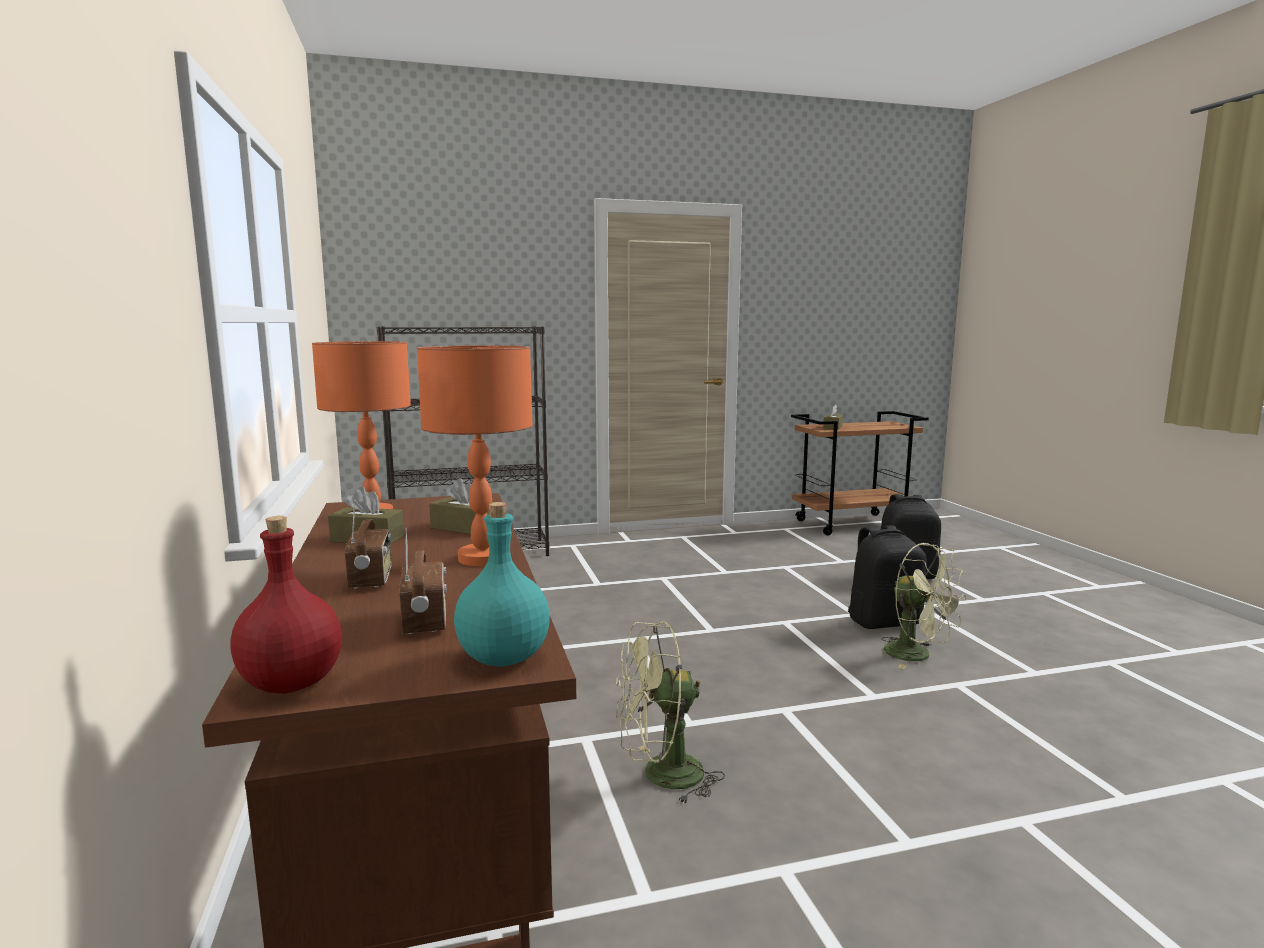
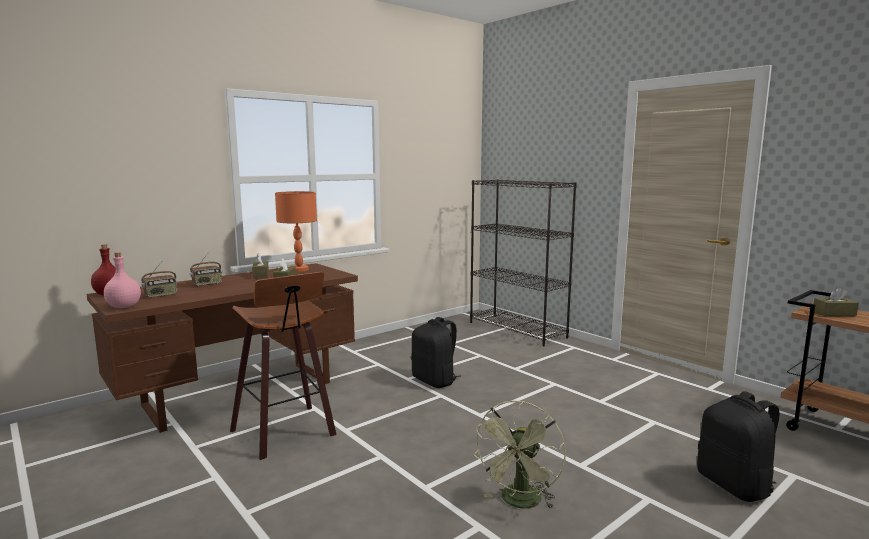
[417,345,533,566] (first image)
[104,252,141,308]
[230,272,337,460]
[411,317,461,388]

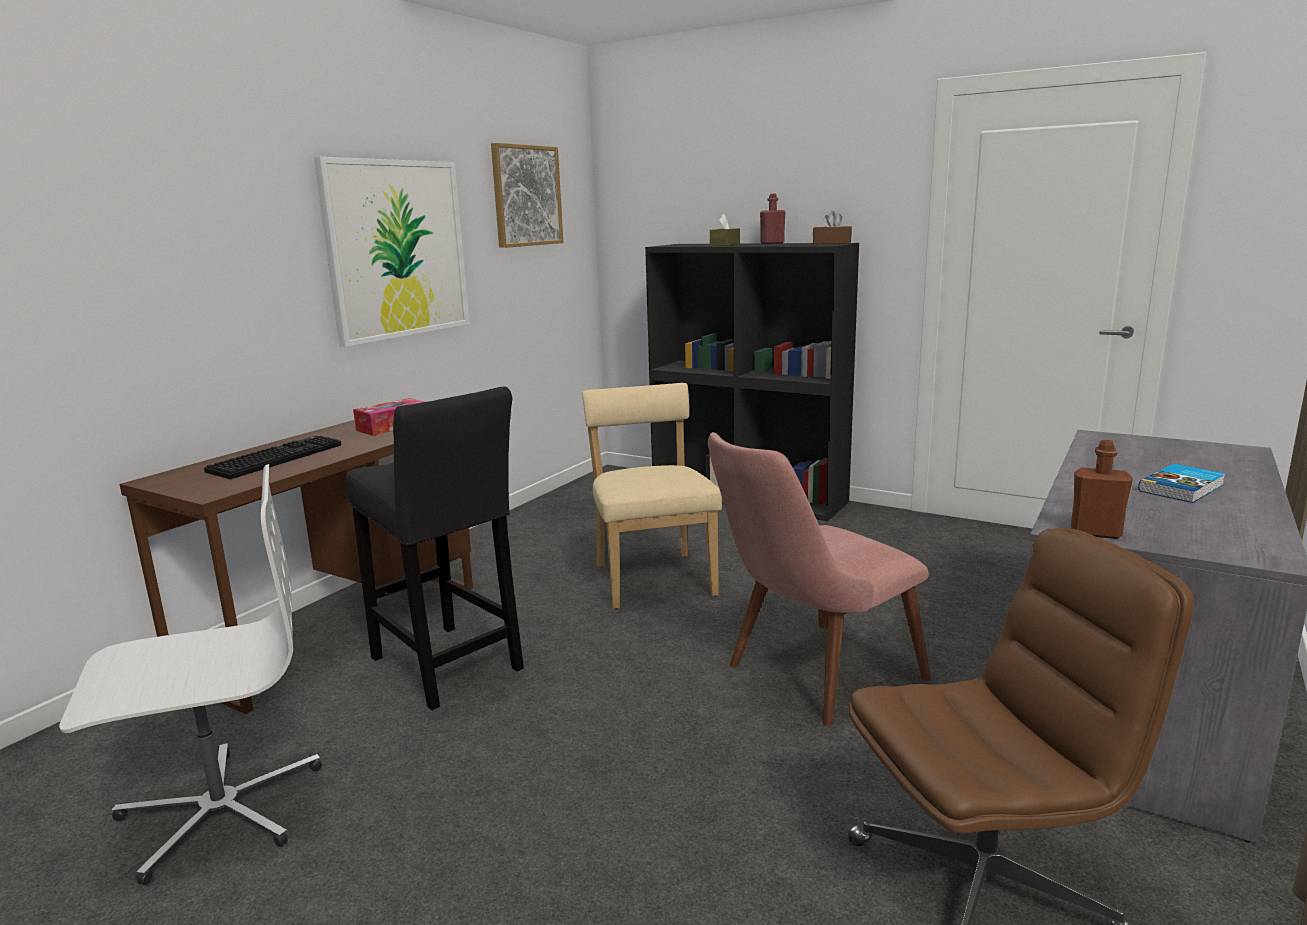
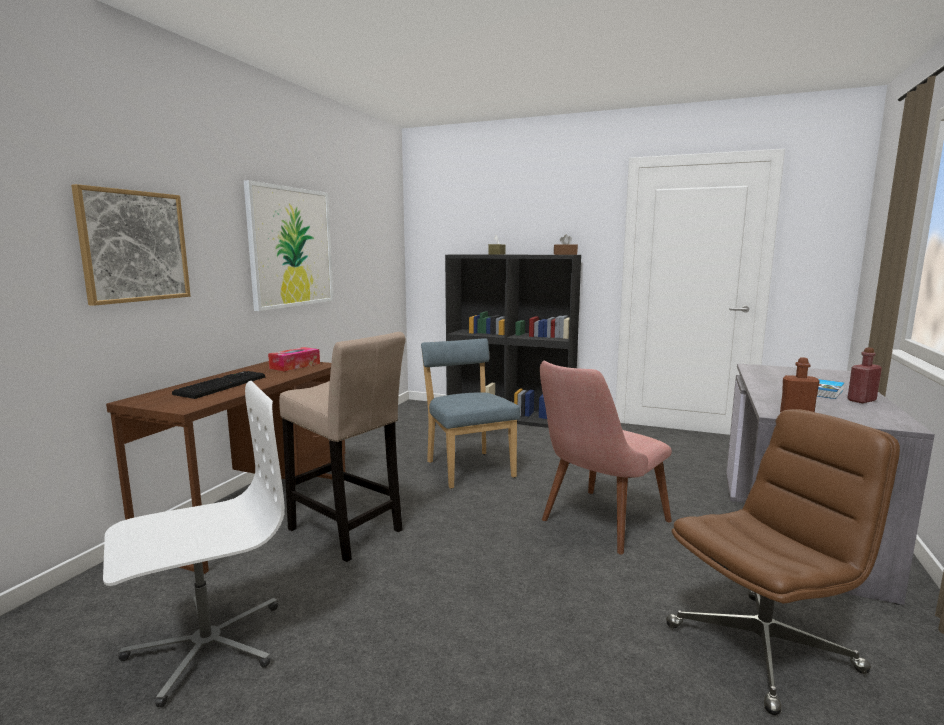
[279,332,406,562]
[71,184,191,306]
[421,338,520,489]
[848,347,882,403]

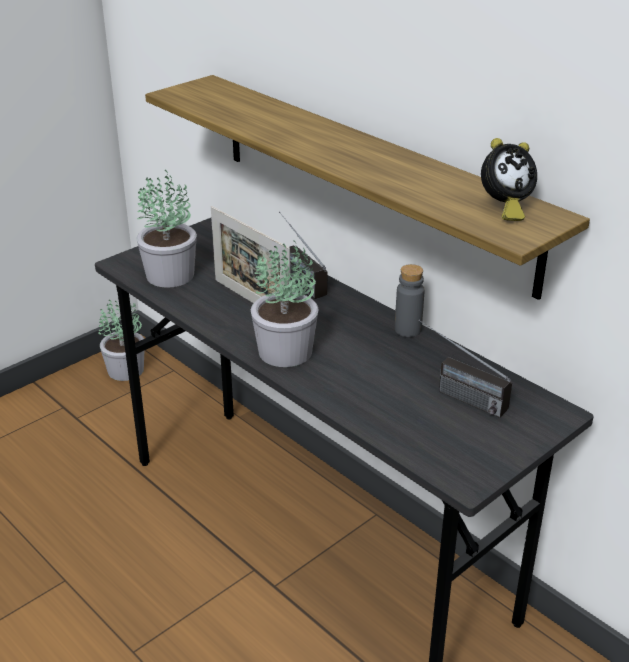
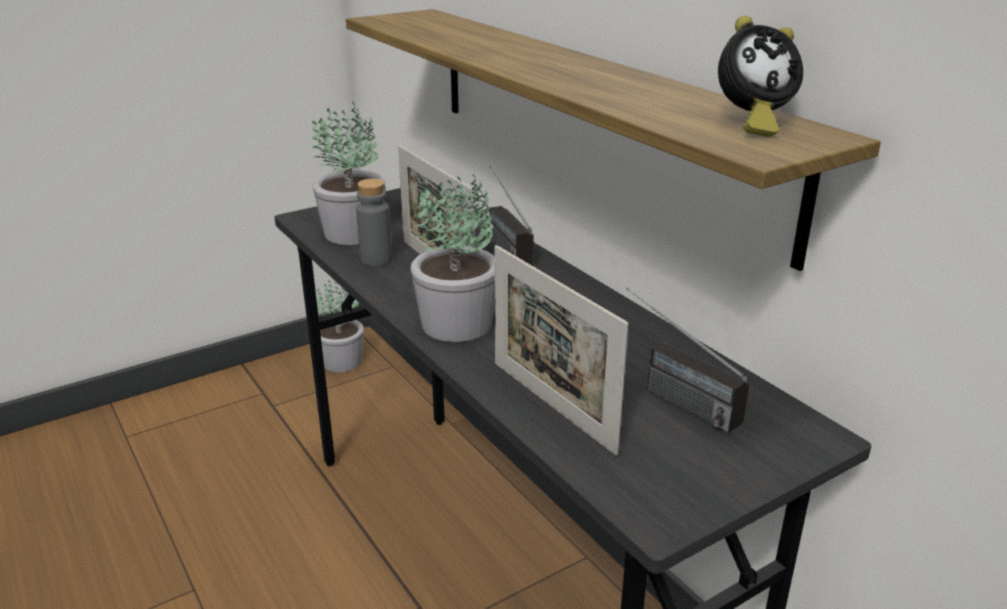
[356,179,392,266]
[494,245,628,455]

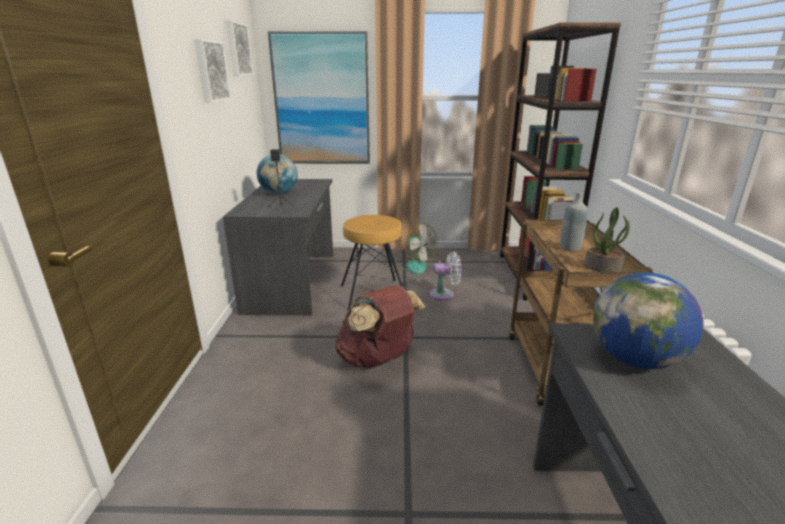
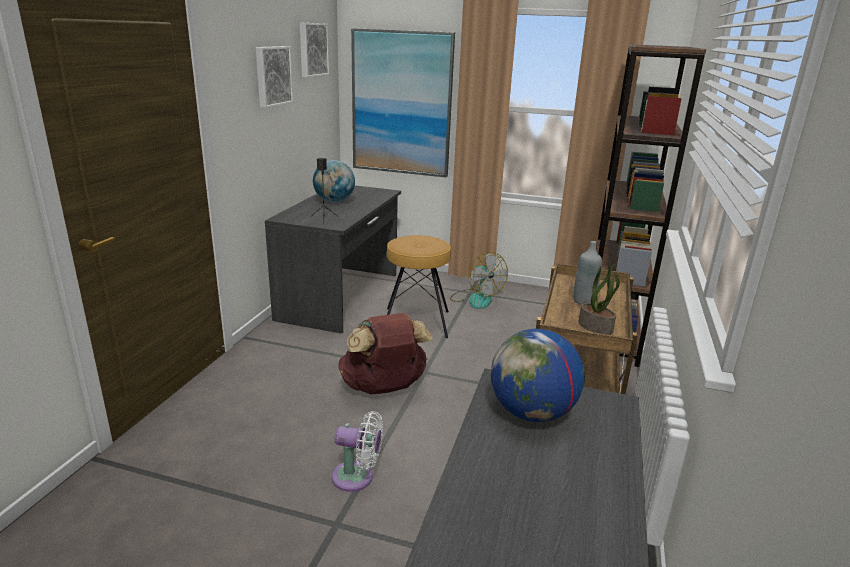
[332,411,383,492]

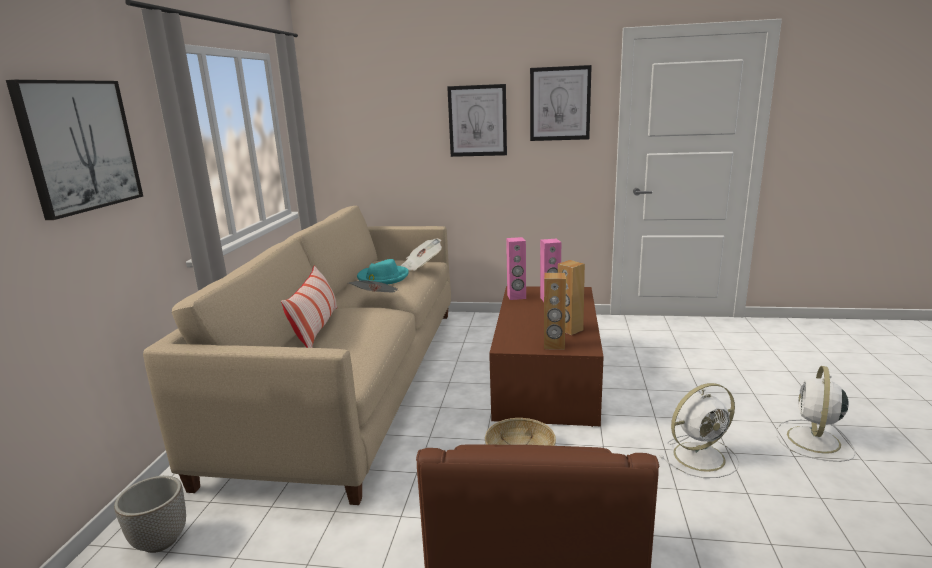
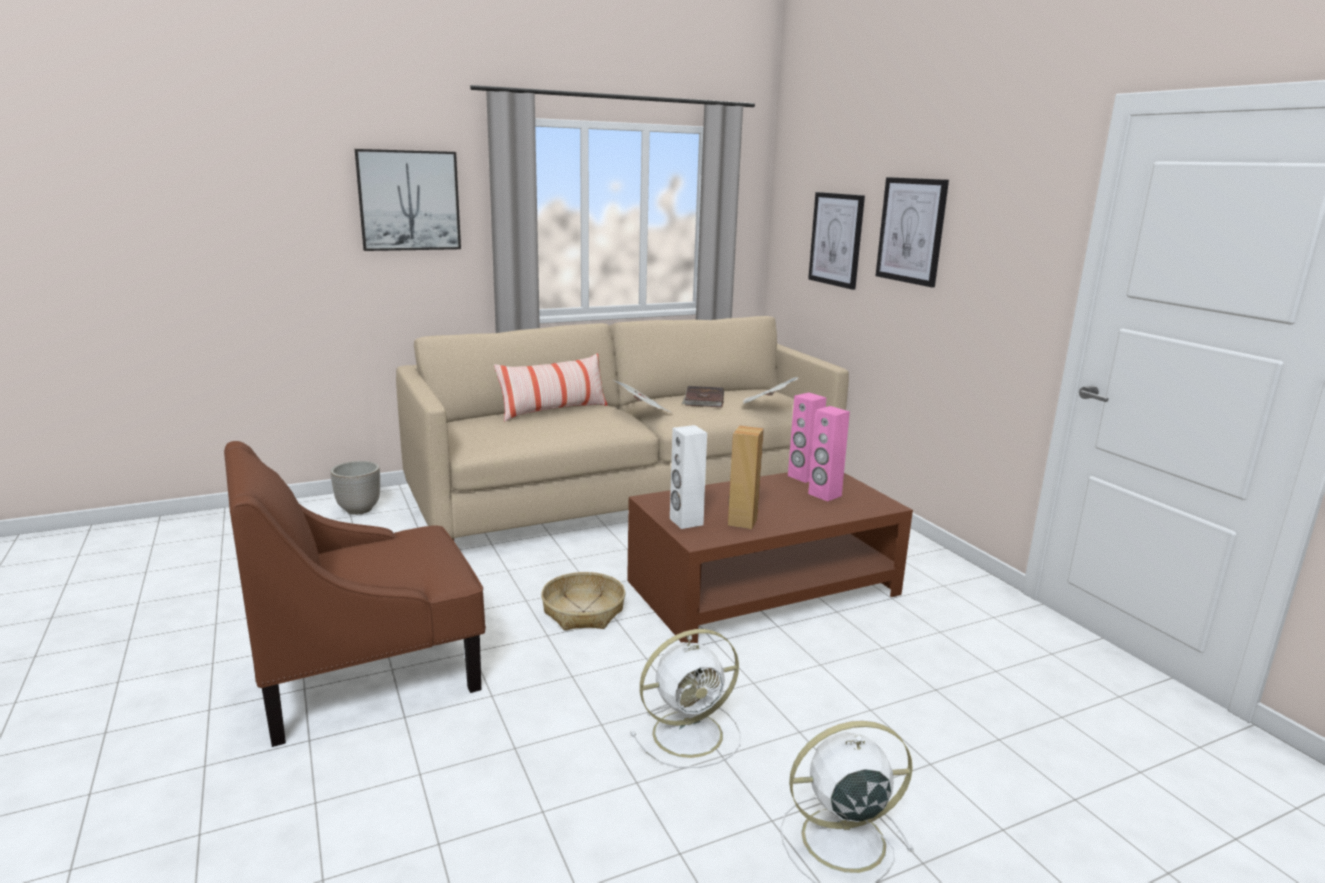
[682,386,724,407]
[808,192,865,290]
[670,425,707,529]
[630,629,741,768]

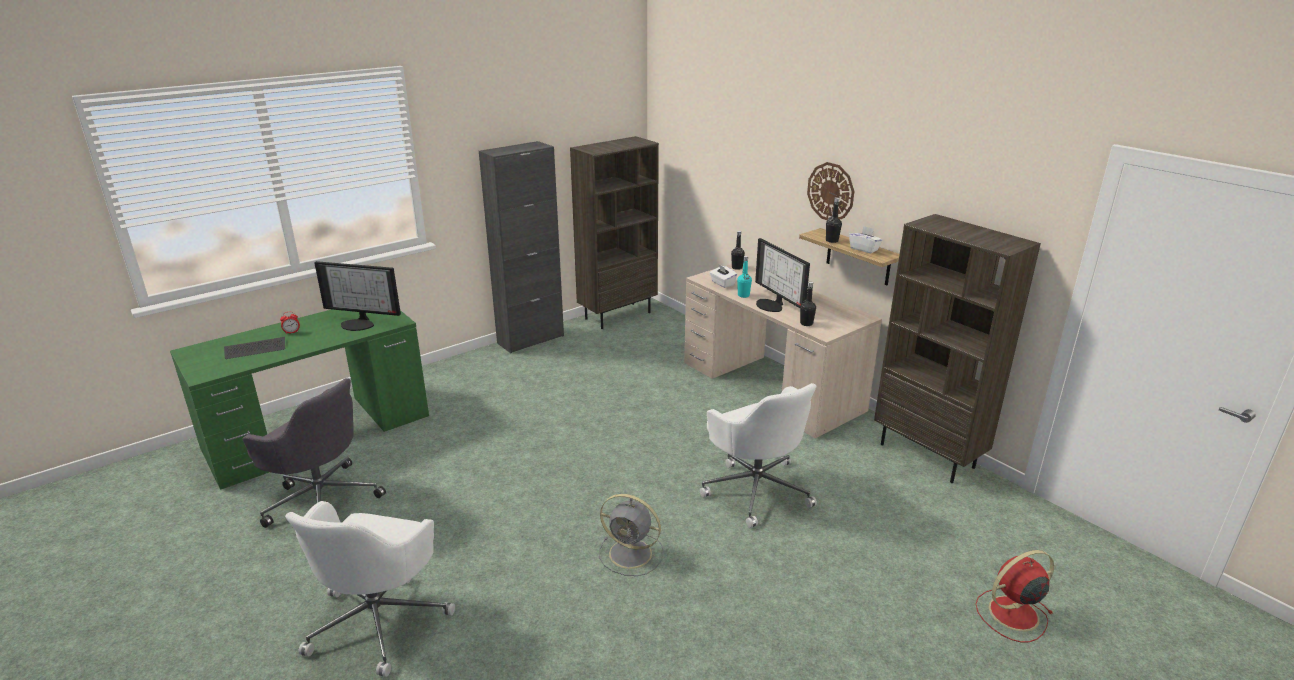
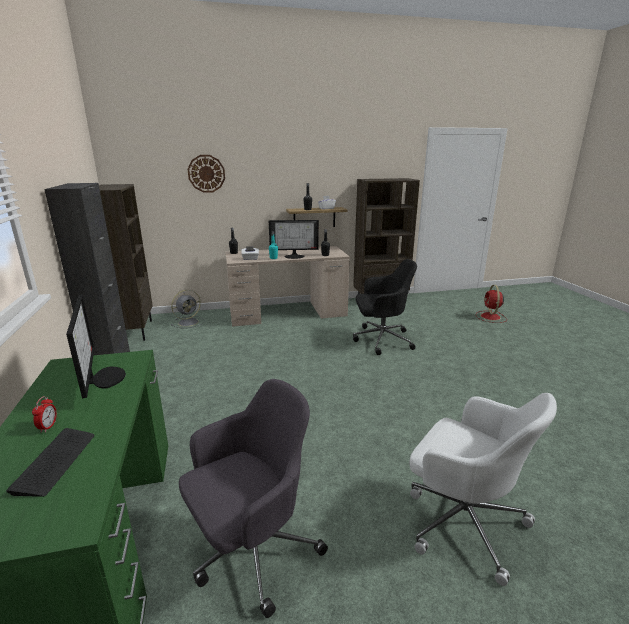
[66,295,126,398]
[171,290,204,328]
[353,259,417,355]
[188,155,225,193]

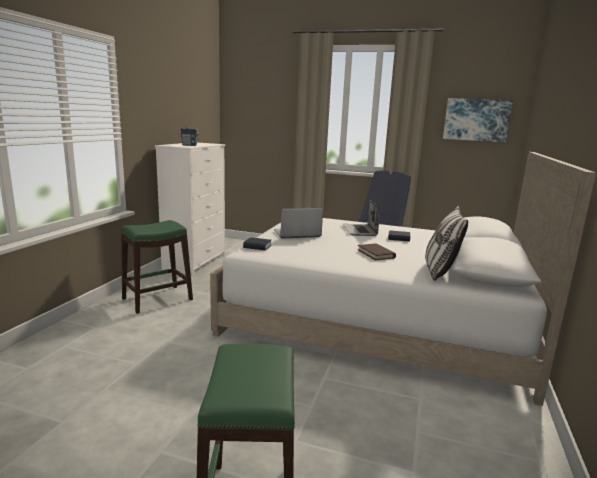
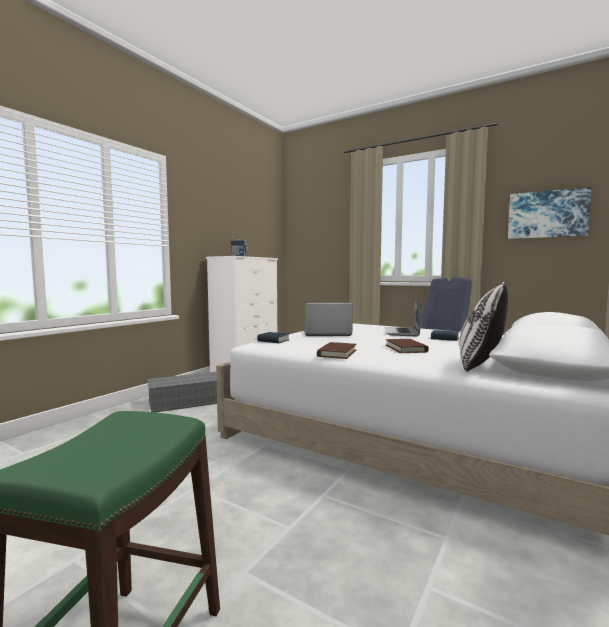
[148,372,217,413]
[317,342,357,359]

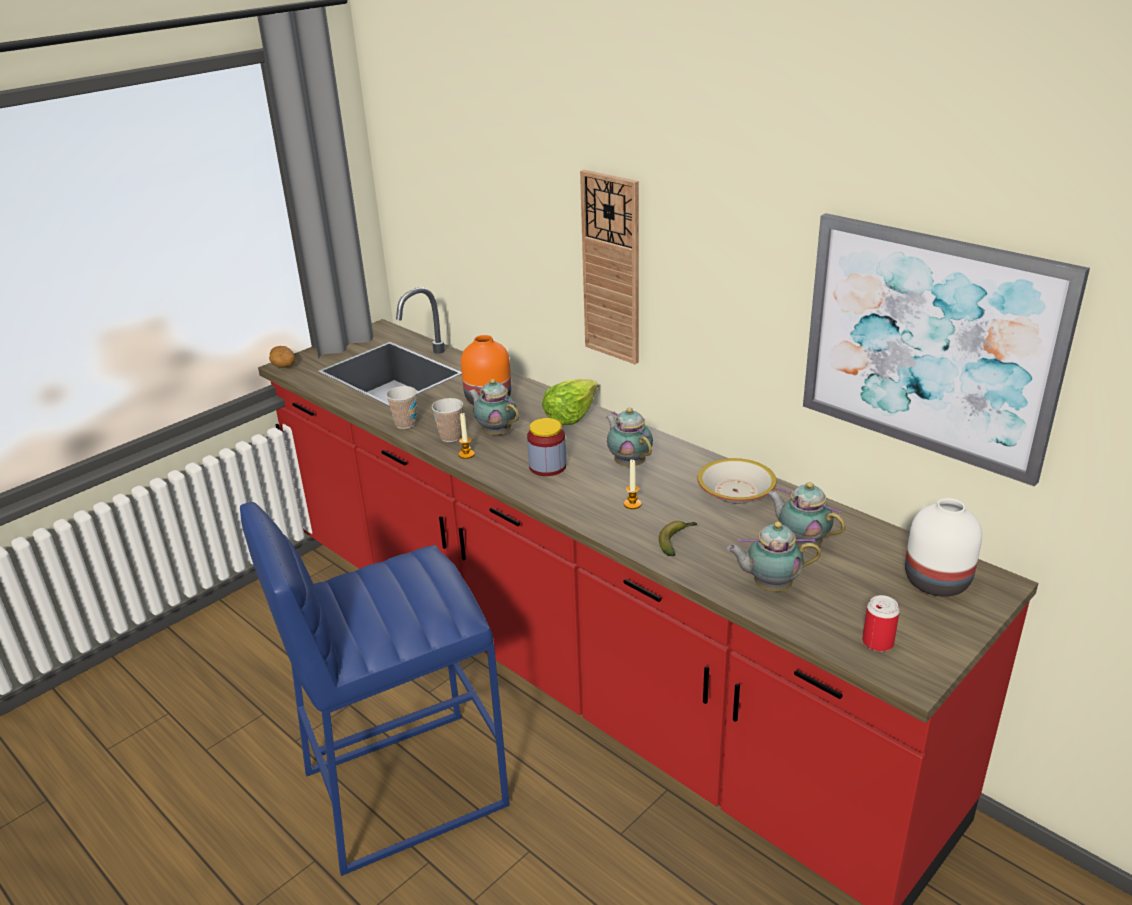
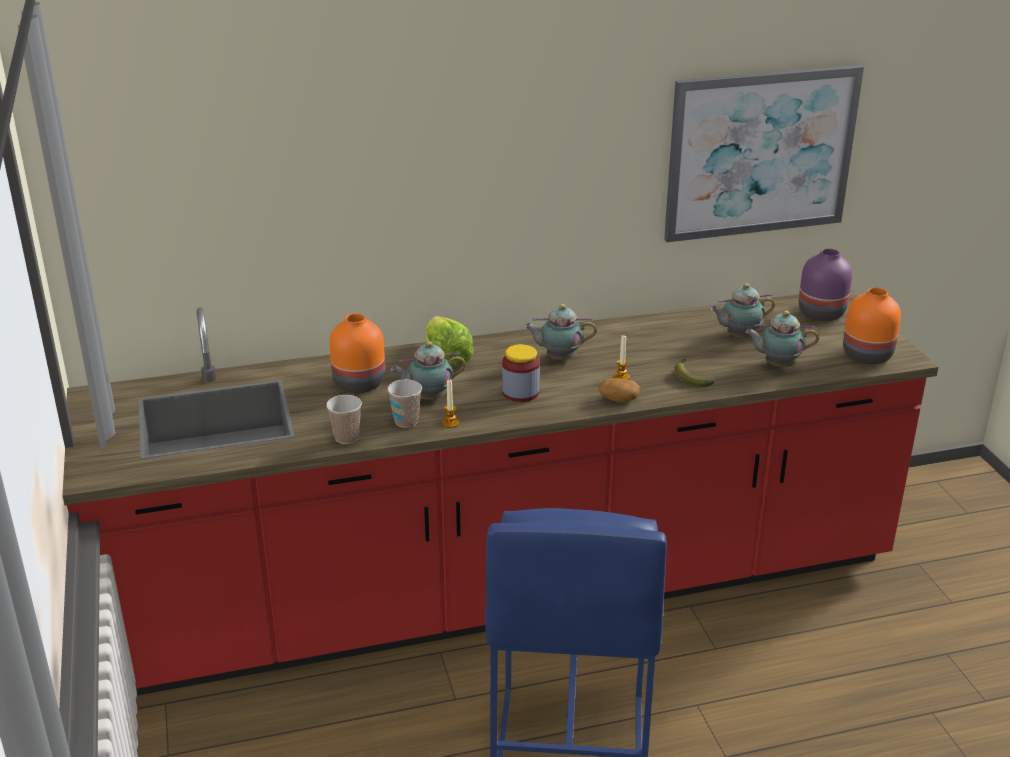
[599,378,640,402]
[580,170,639,364] (first image)
[697,458,776,504] (first image)
[745,311,819,367]
[843,287,901,364]
[799,248,852,321]

